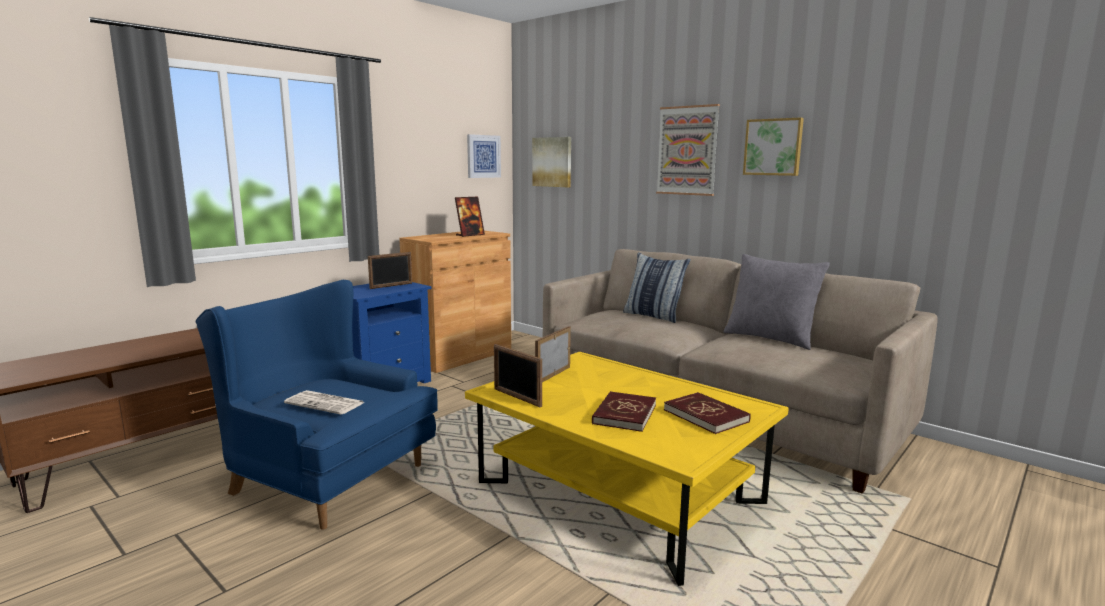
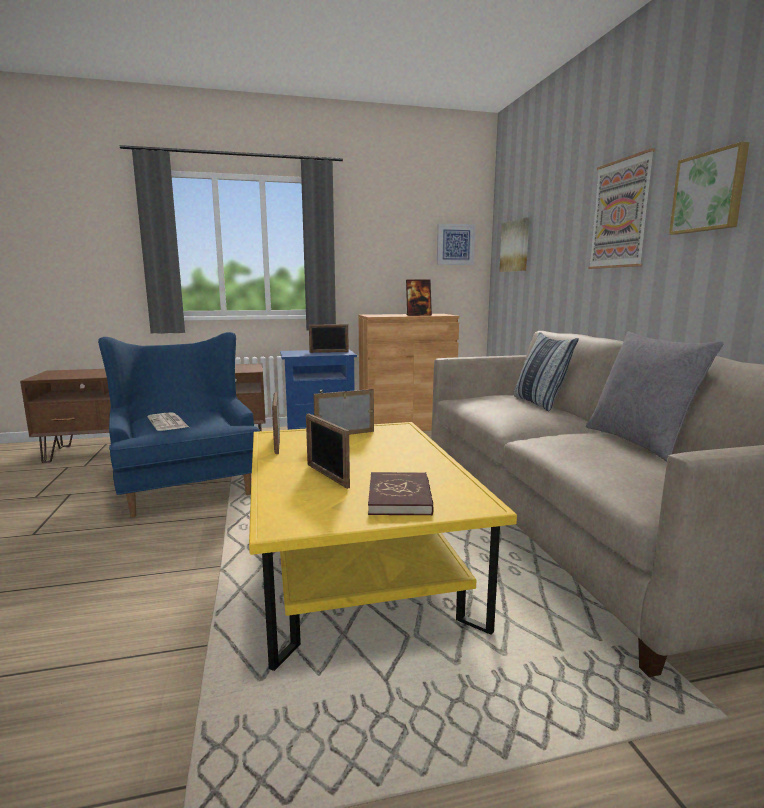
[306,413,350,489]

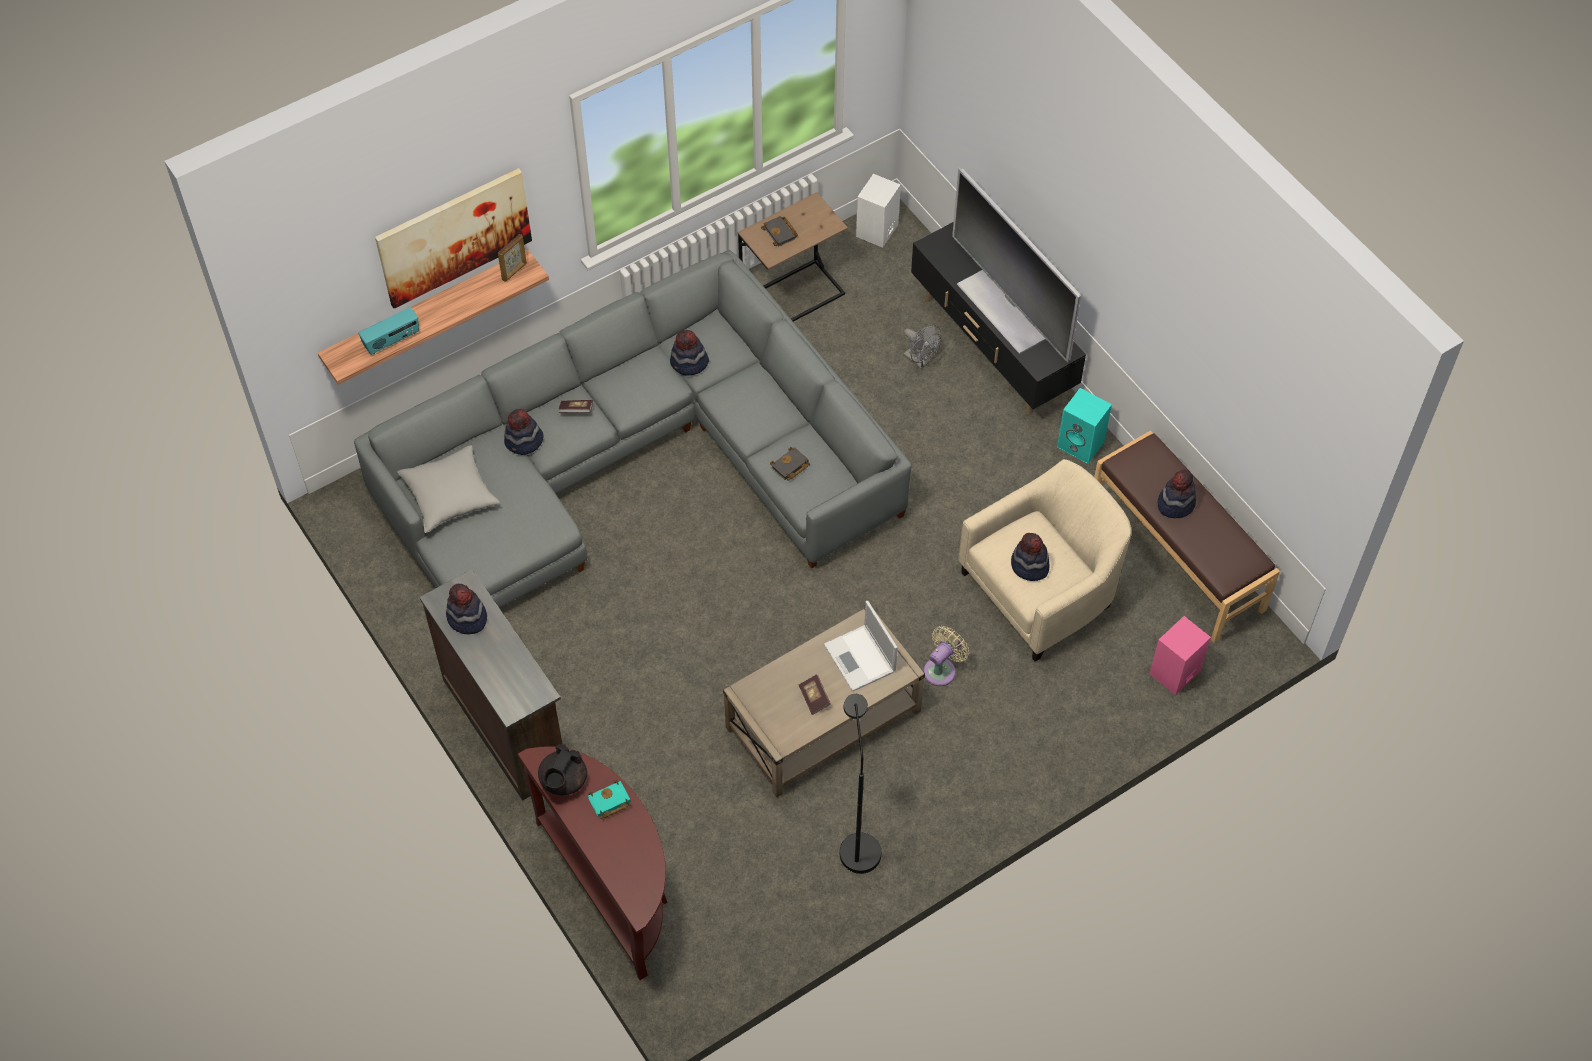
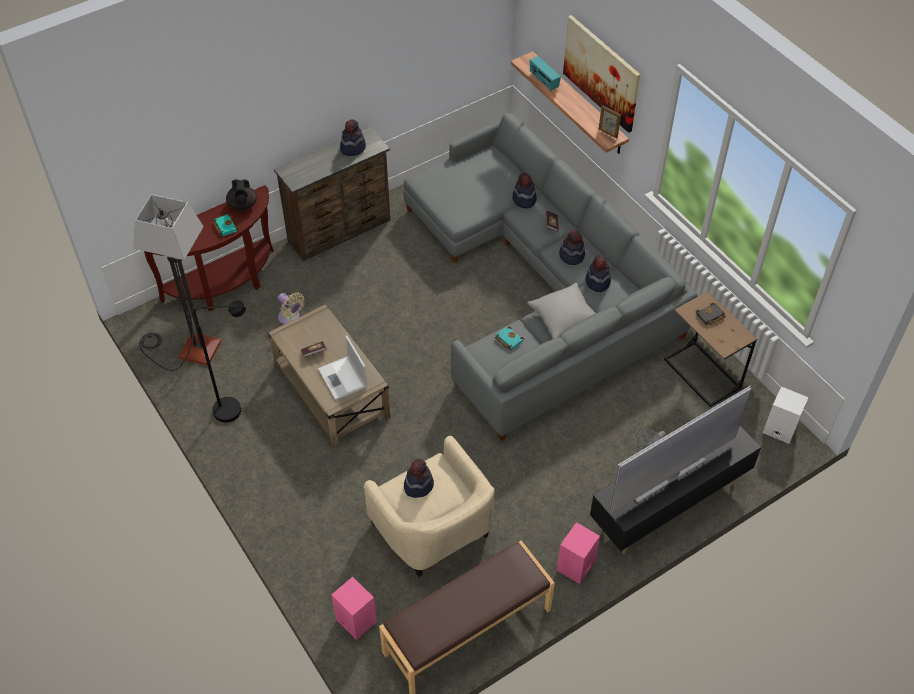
[527,283,595,339]
[226,179,257,210]
[495,326,524,350]
[318,336,367,400]
[277,292,305,325]
[557,522,600,584]
[559,230,585,265]
[134,194,221,371]

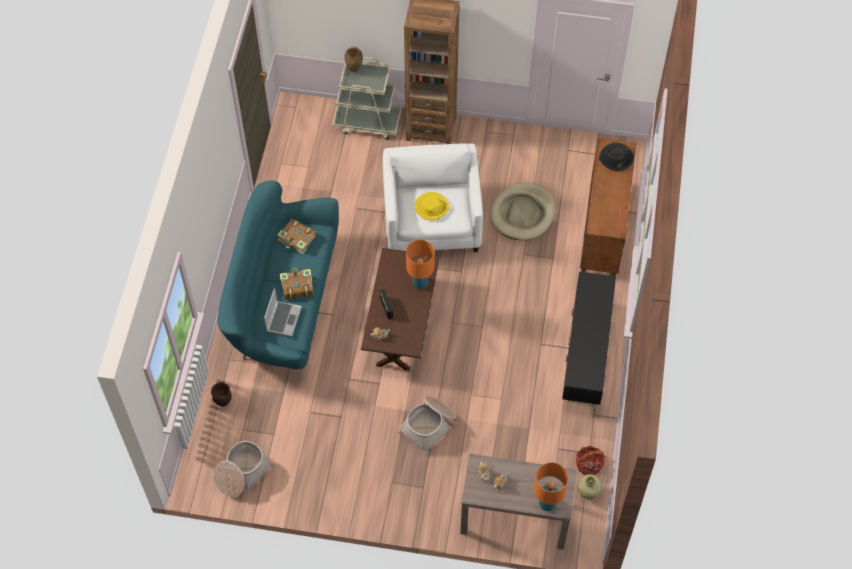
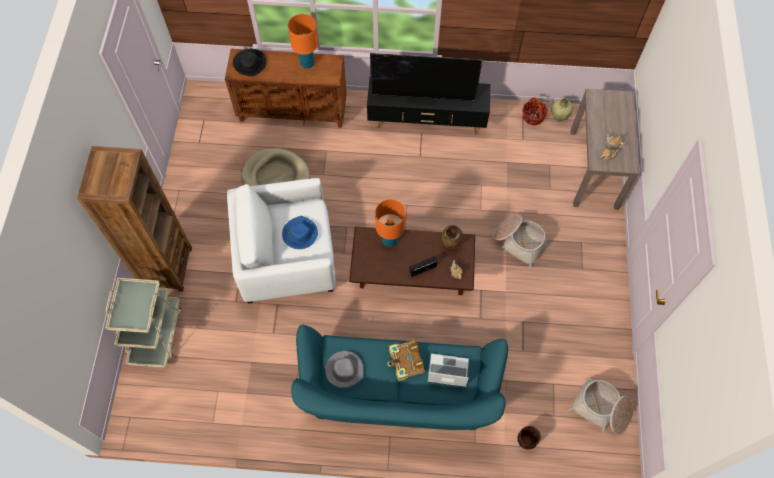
[325,351,364,388]
[442,225,463,249]
[282,216,318,249]
[288,14,318,68]
[370,53,482,106]

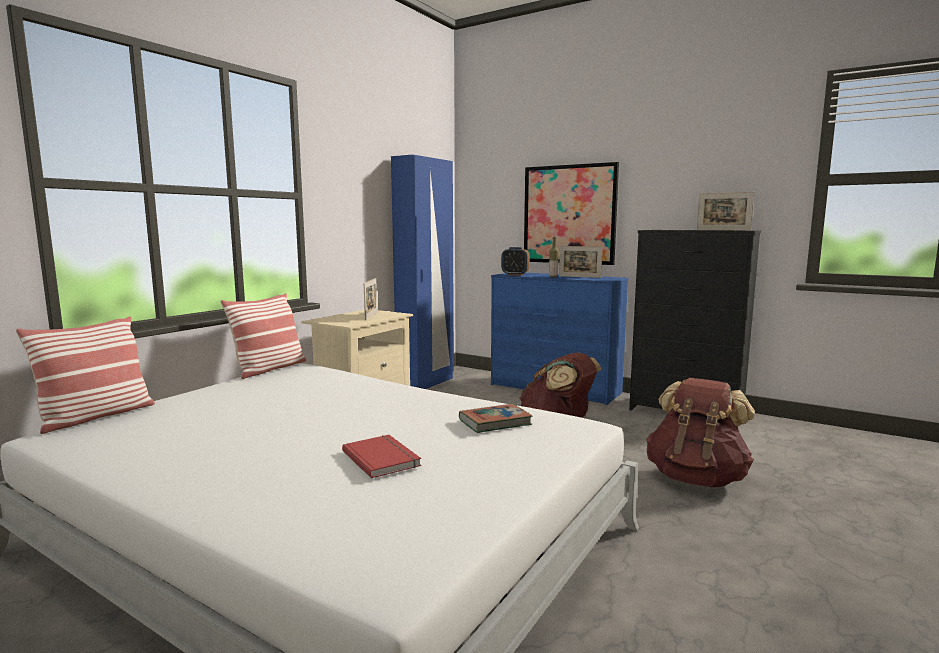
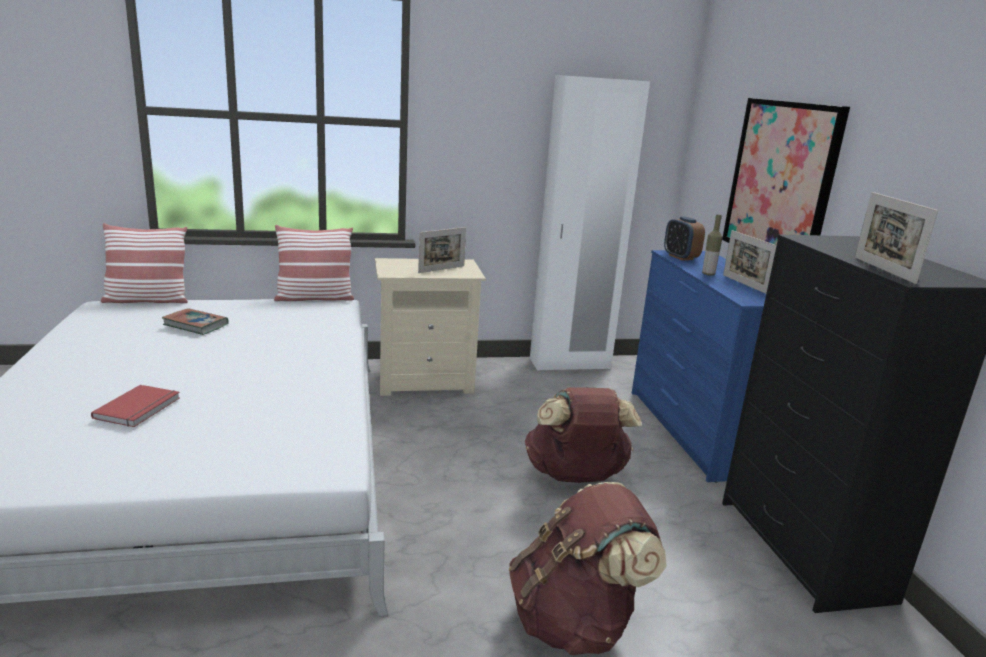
[530,75,650,371]
[162,308,229,335]

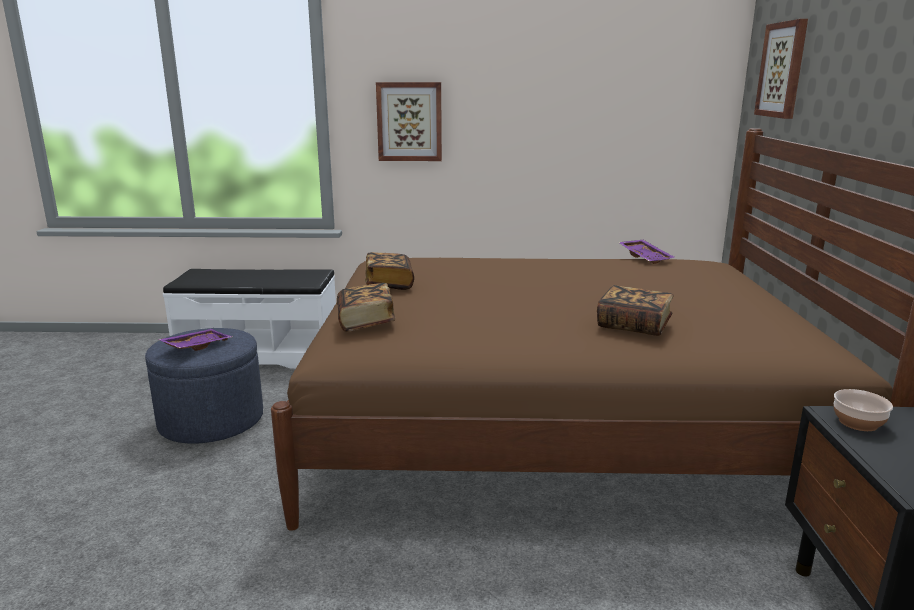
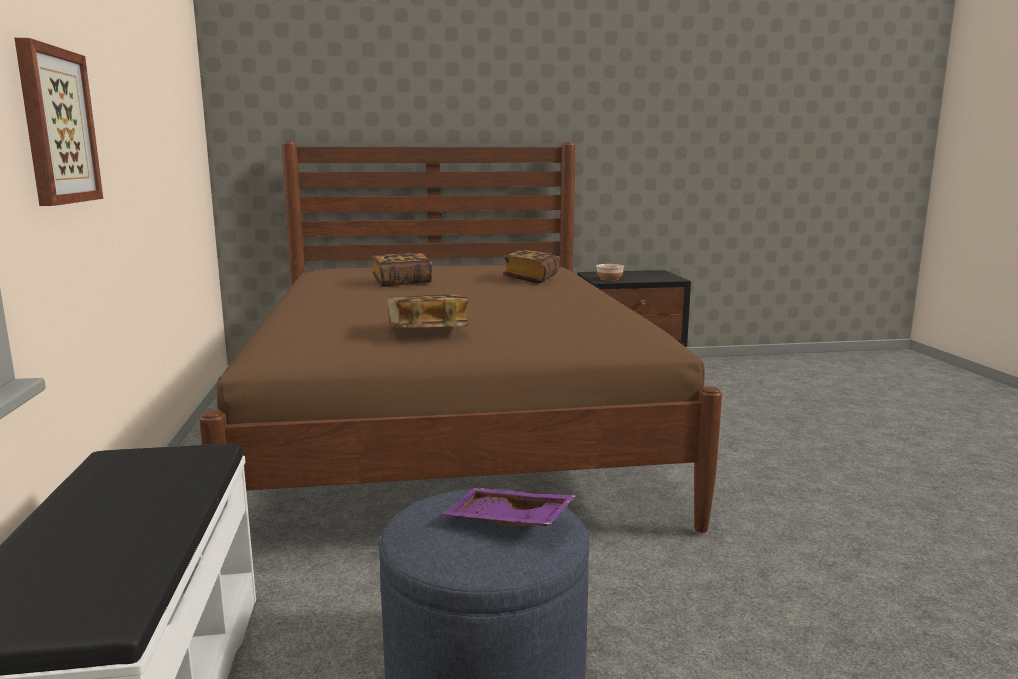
[372,253,433,287]
[618,240,674,264] (first image)
[754,19,808,119] (first image)

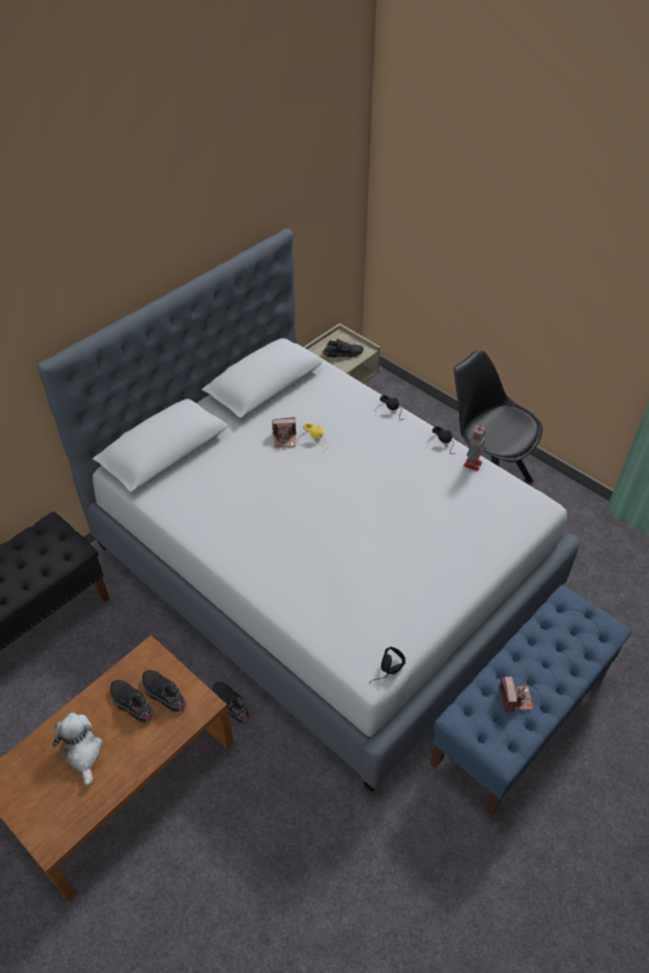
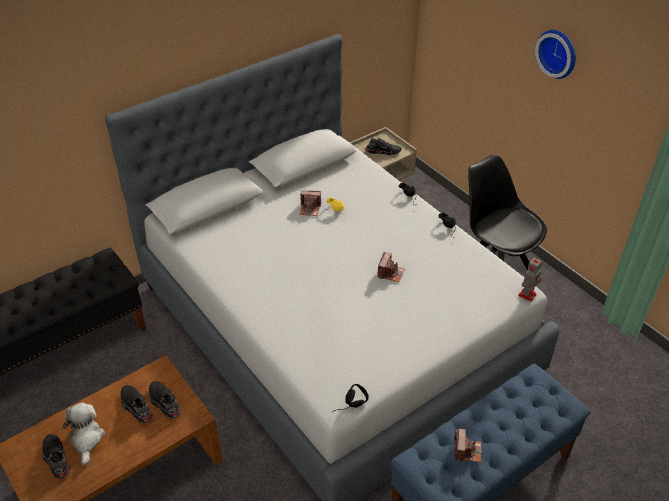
[42,434,70,478]
[518,257,542,302]
[378,252,405,282]
[535,30,576,79]

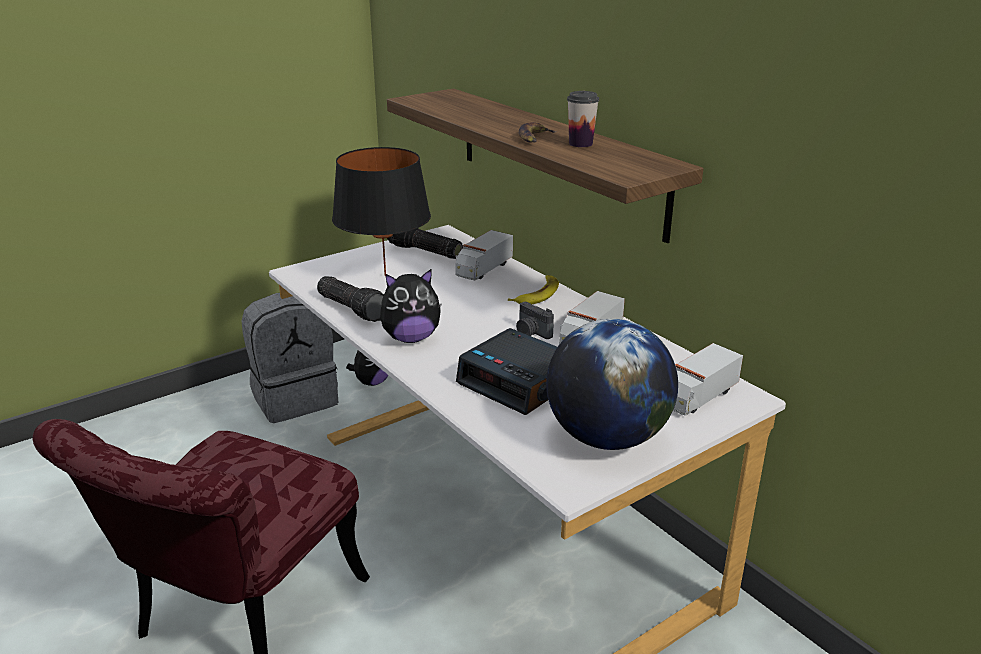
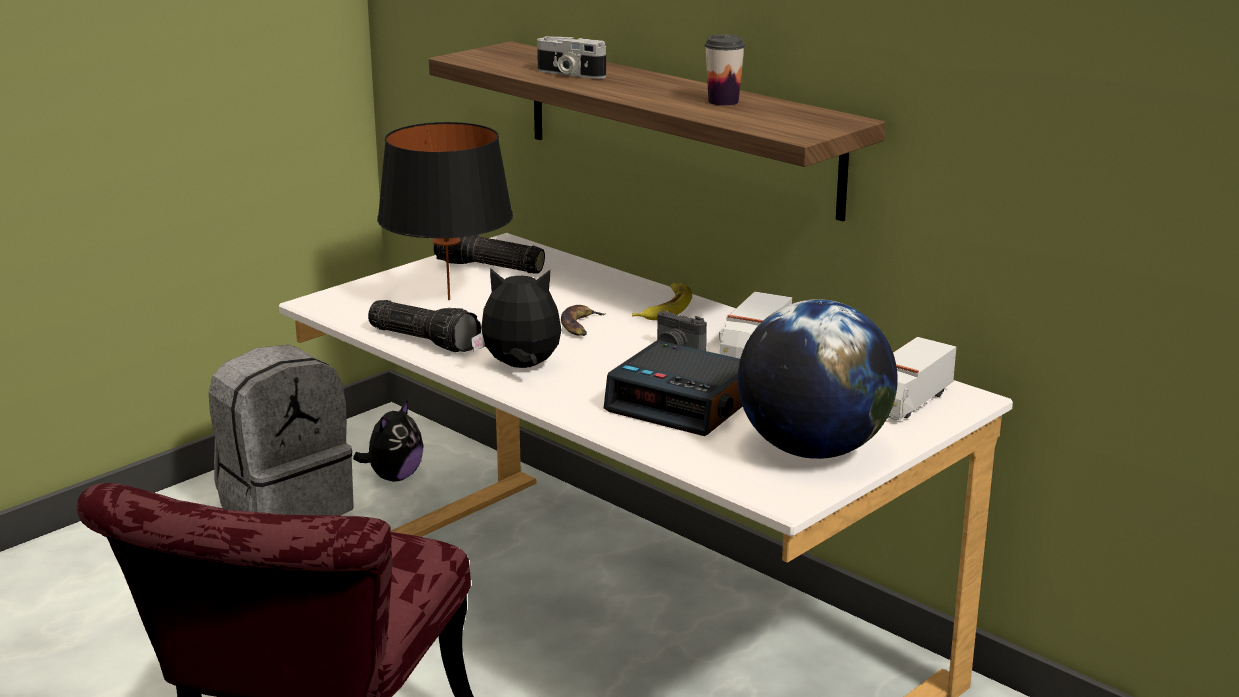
[471,268,561,368]
[455,230,513,280] (first image)
[561,305,606,336]
[537,36,606,79]

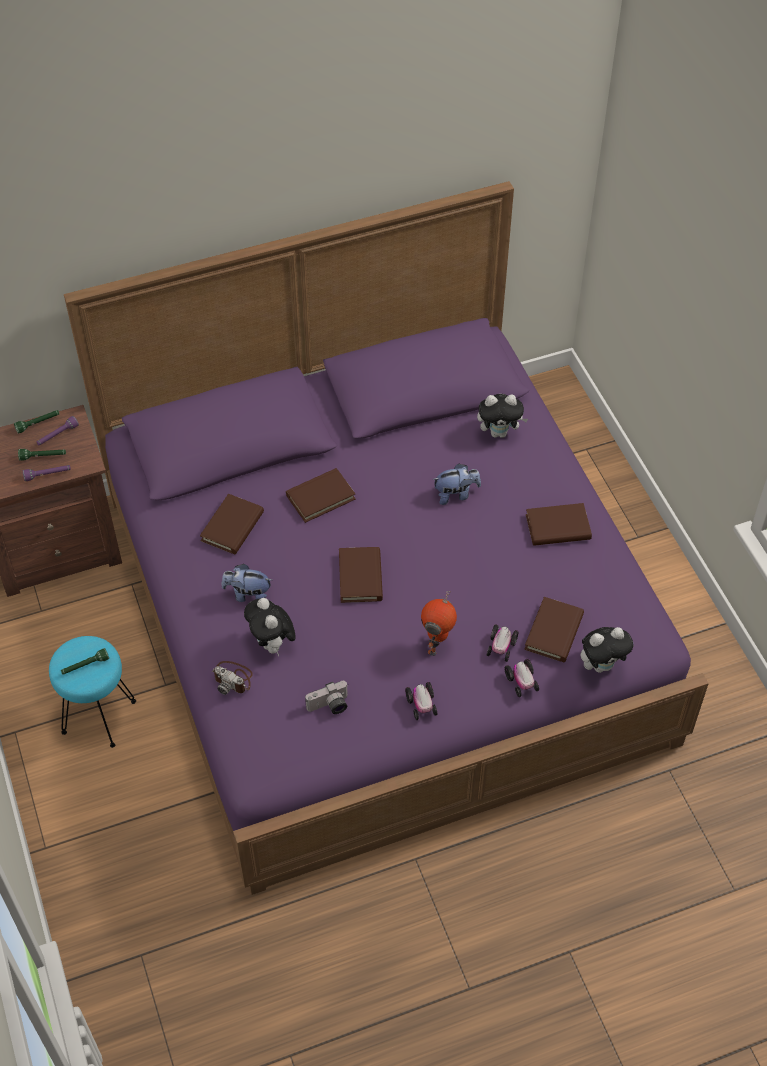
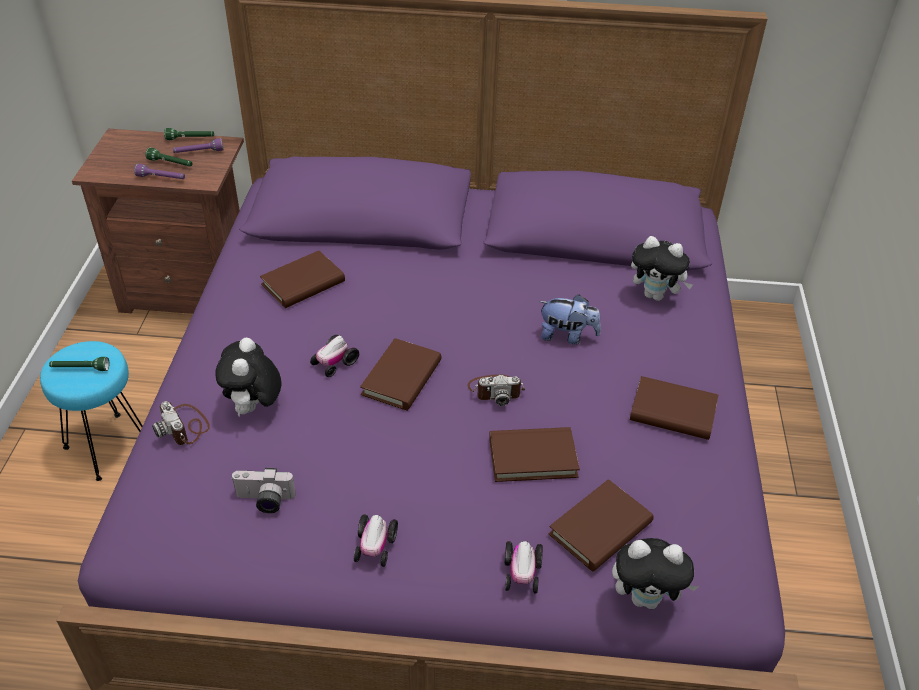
[221,564,272,602] (first image)
[489,427,580,482]
[421,591,457,656] (first image)
[310,335,359,377]
[468,374,525,406]

